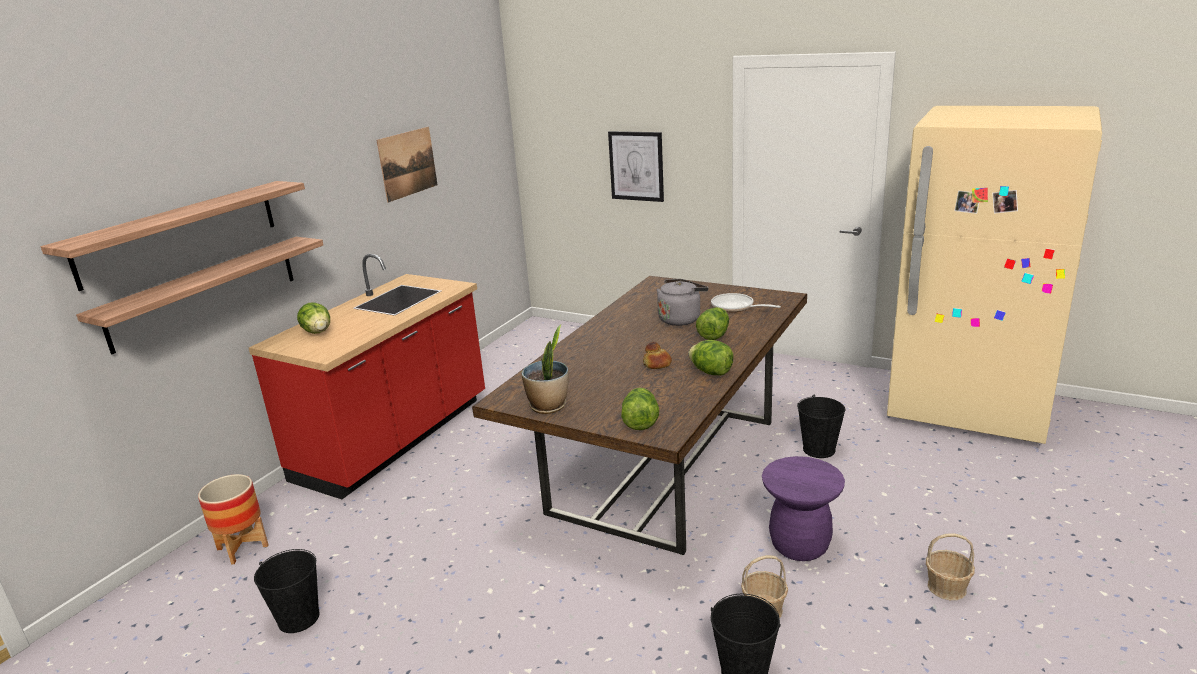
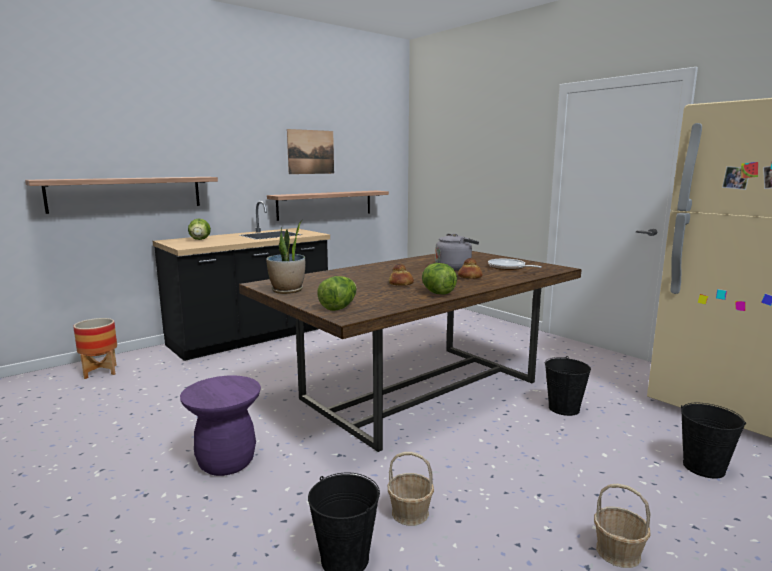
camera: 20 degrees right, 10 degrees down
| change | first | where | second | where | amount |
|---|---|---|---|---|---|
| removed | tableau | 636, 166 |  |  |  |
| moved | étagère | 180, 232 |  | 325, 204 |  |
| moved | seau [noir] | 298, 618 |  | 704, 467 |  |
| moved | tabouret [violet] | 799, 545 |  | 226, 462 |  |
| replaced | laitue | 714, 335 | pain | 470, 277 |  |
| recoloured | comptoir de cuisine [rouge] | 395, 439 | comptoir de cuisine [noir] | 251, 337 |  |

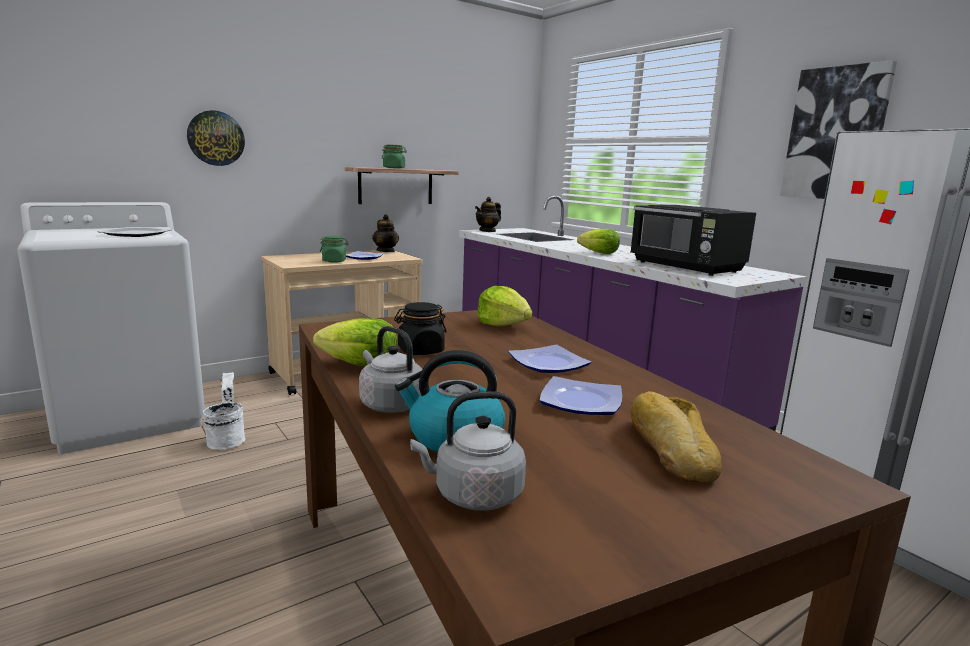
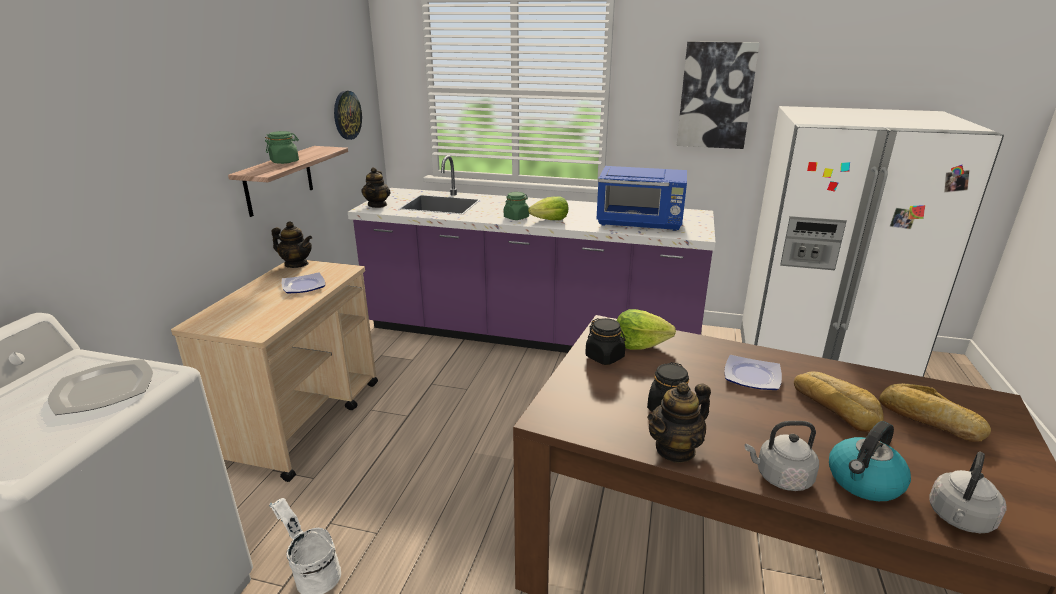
camera: 40 degrees left, 10 degrees up
| change | first | where | second | where | amount |
|---|---|---|---|---|---|
| added |  |  | bocal [noir] | 605, 357 |  |
| moved | horloge murale | 216, 138 |  | 347, 115 |  |
| moved | bocal [vert] | 334, 261 |  | 516, 217 |  |
| replaced | laitue | 360, 365 | théière | 675, 449 |  |
| replaced | assiette | 579, 402 | pain | 835, 406 |  |
| recoloured | micro-ondes [noir] | 686, 267 | micro-ondes [bleu] | 640, 223 |  |

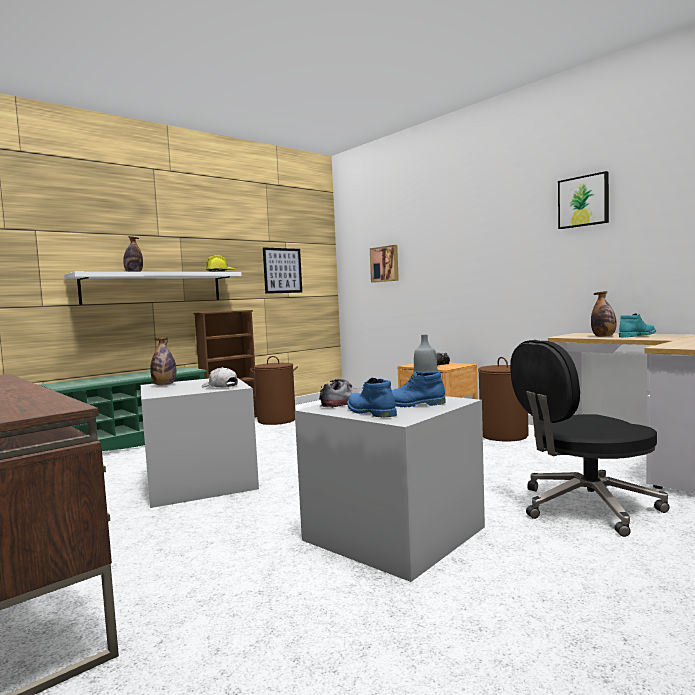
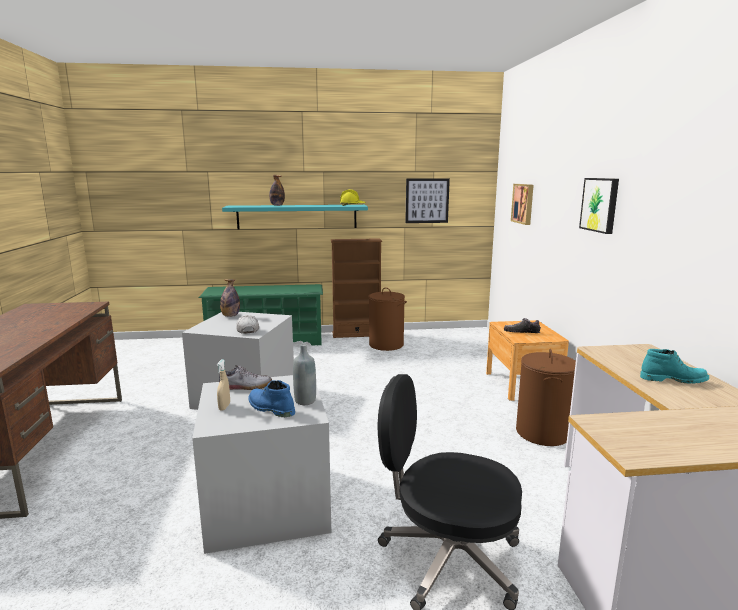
camera: 35 degrees right, 10 degrees up
| change | first | where | second | where | amount |
|---|---|---|---|---|---|
| removed | bouteille | 603, 336 |  |  |  |
| moved | tableau | 583, 201 |  | 600, 204 |  |
| replaced | botte [bleu] | 370, 412 | vaporisateur [beige] | 224, 407 |  |
| recoloured | étagère [blanc] | 154, 288 | étagère [turquoise] | 297, 216 |  |

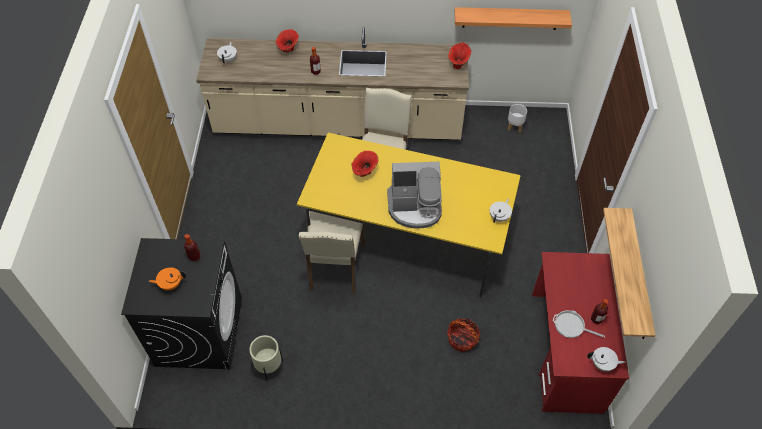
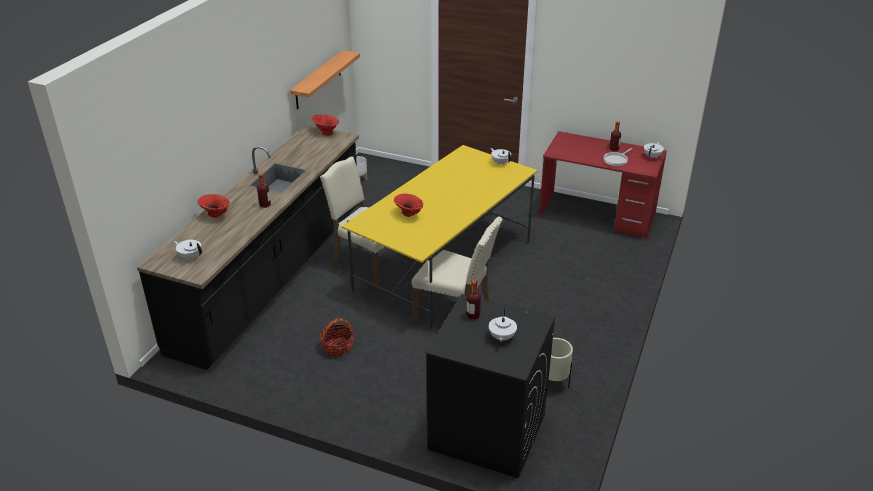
camera: 70 degrees left, 20 degrees down
| change | first | where | second | where | amount |
|---|---|---|---|---|---|
| removed | machine à café | 415, 207 |  |  |  |
| removed | étagère | 638, 276 |  |  |  |
| moved | panier | 462, 339 |  | 337, 347 |  |
| recoloured | théière [orange] | 170, 284 | théière [blanc] | 501, 337 |  |
| recoloured | comptoir de cuisine [beige] | 338, 125 | comptoir de cuisine [noir] | 273, 276 |  |

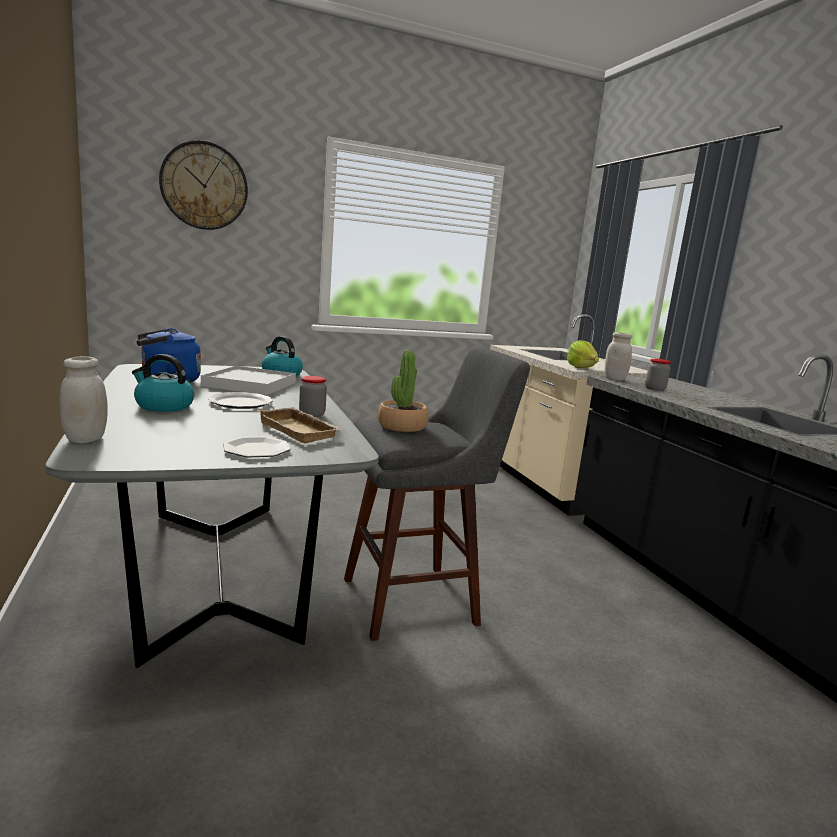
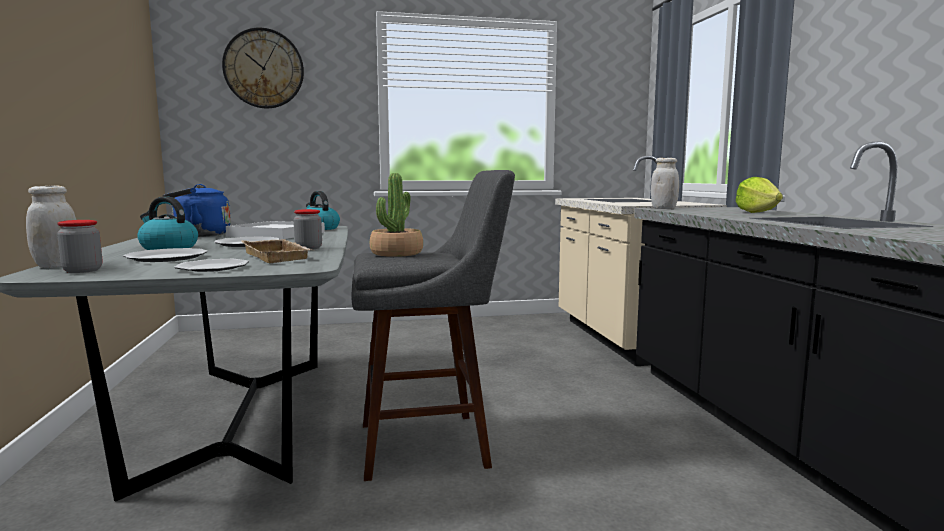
camera: 10 degrees right, 5 degrees down
| change | first | where | second | where | amount |
|---|---|---|---|---|---|
| added |  |  | assiette | 166, 258 |  |
| moved | laitue | 581, 368 |  | 757, 212 |  |
| moved | bocal | 655, 389 |  | 82, 270 |  |

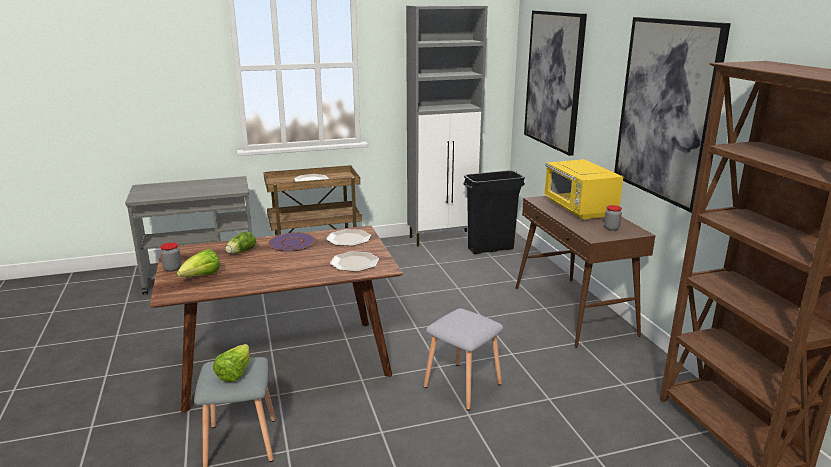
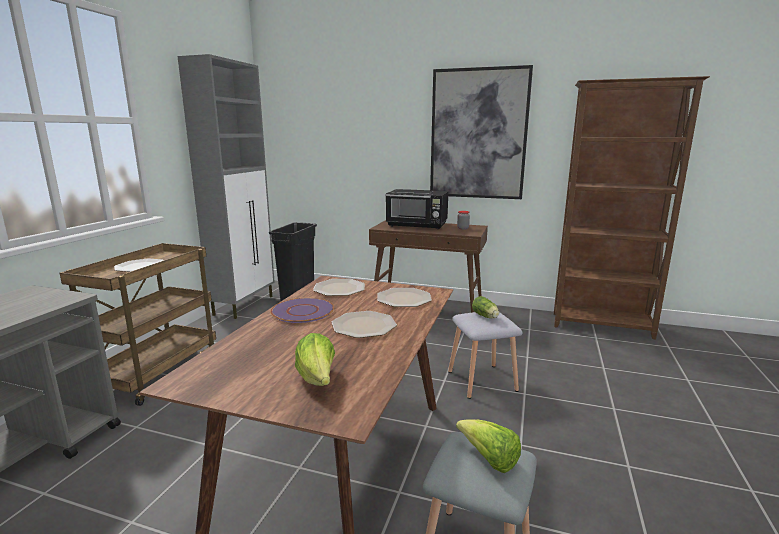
camera: 55 degrees left, 5 degrees down
| change | first | where | second | where | amount |
|---|---|---|---|---|---|
| removed | bocal | 172, 268 |  |  |  |
| removed | tableau | 554, 80 |  |  |  |
| added |  |  | assiette | 363, 325 |  |
| moved | laitue | 240, 252 |  | 486, 316 |  |
| recoloured | micro-ondes [jaune] | 579, 209 | micro-ondes [noir] | 417, 225 |  |

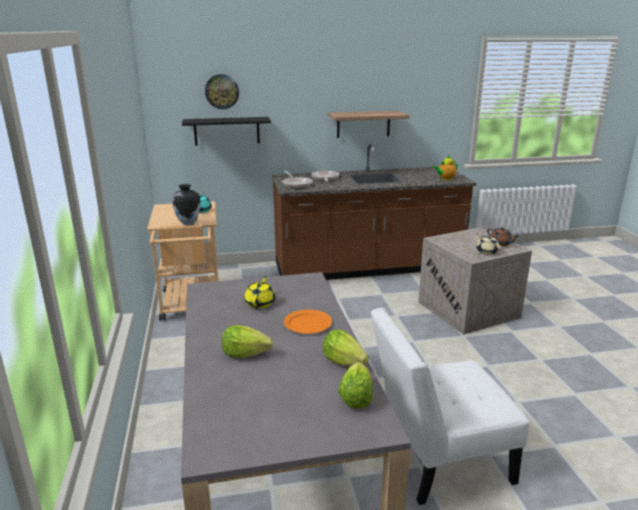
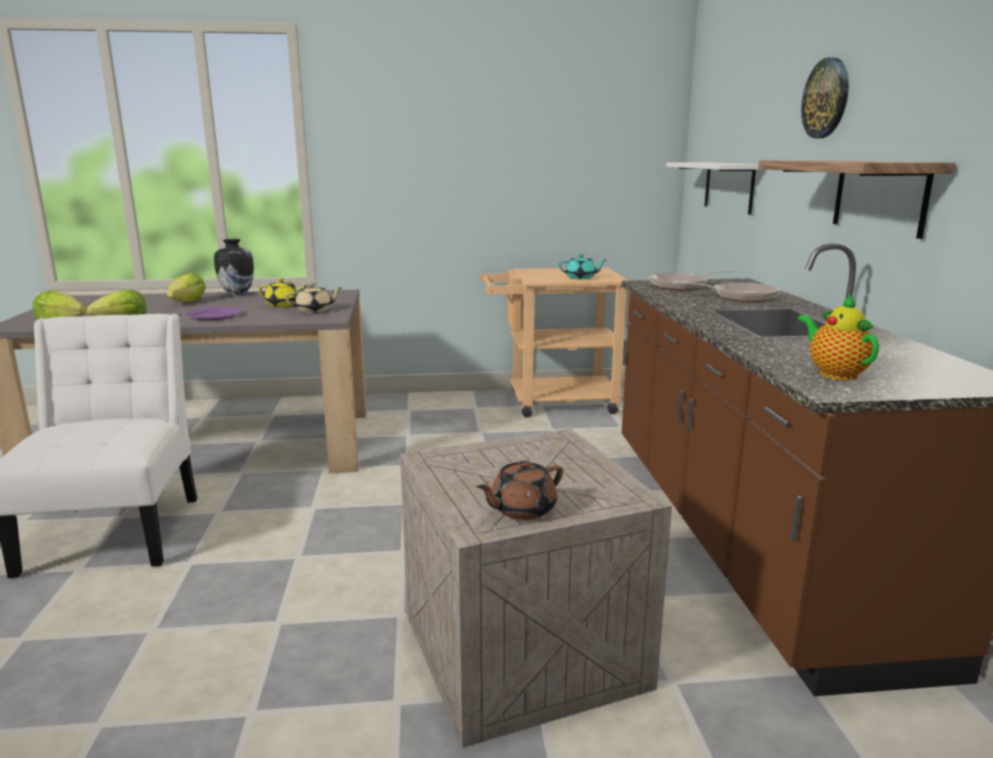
camera: 95 degrees right, 5 degrees down
| change | first | where | second | where | amount |
|---|---|---|---|---|---|
| moved | vase | 188, 223 |  | 237, 294 |  |
| moved | horloge murale | 222, 91 |  | 826, 98 |  |
| moved | théière [beige] | 487, 251 |  | 314, 311 |  |
| recoloured | étagère [noir] | 227, 131 | étagère [blanc] | 729, 186 |  |
| recoloured | assiette [orange] | 308, 324 | assiette [violet] | 215, 316 |  |

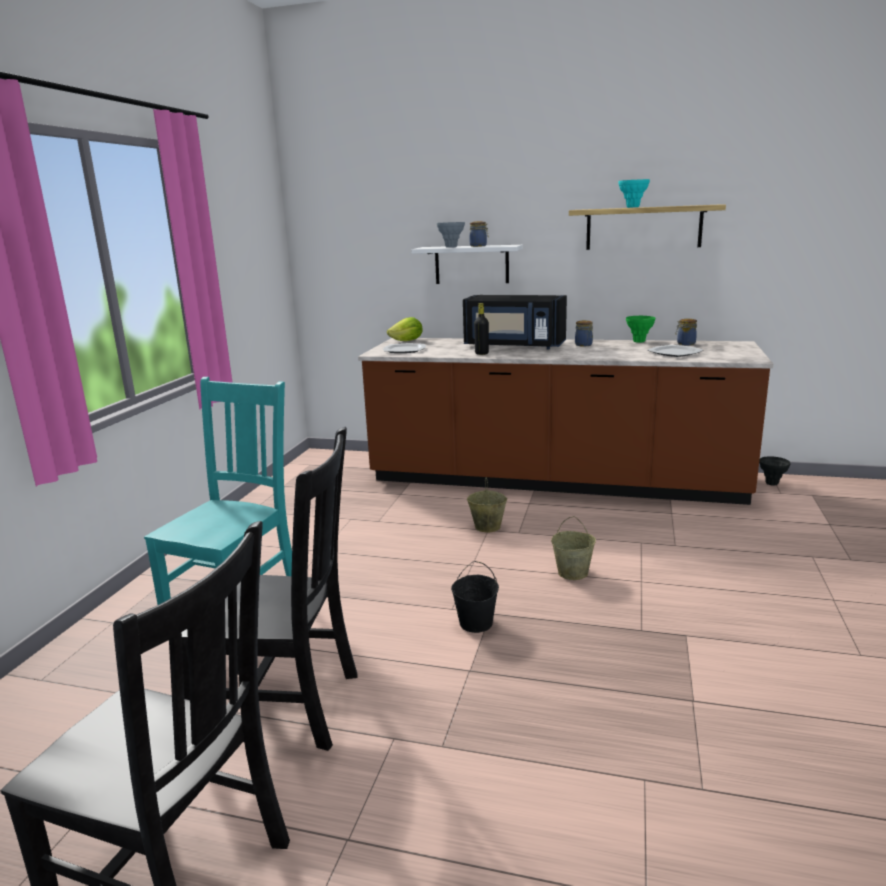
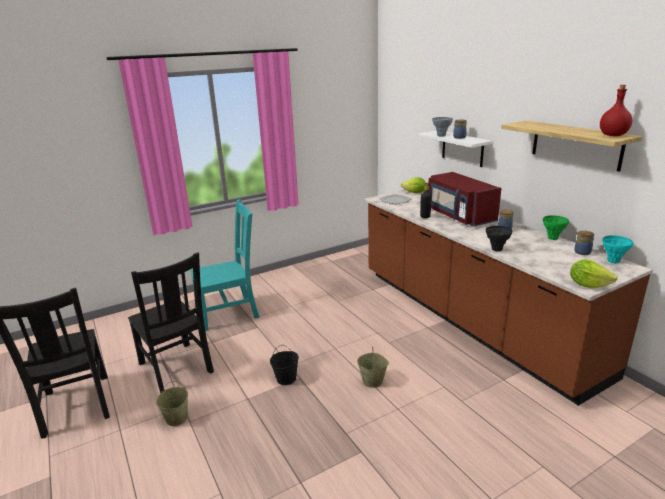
camera: 45 degrees right, 5 degrees up
| change | first | where | second | where | amount |
|---|---|---|---|---|---|
| removed | assiette | 674, 353 |  |  |  |
| added |  |  | laitue | 588, 285 |  |
| added |  |  | bouteille [rouge] | 612, 135 |  |
| moved | seau [beige] | 487, 527 |  | 176, 418 |  |
| moved | vase [turquoise] | 632, 207 |  | 613, 261 |  |
| moved | vase [noir] | 772, 483 |  | 496, 249 |  |
| recoloured | micro-ondes [noir] | 514, 346 | micro-ondes [rouge] | 459, 216 |  |

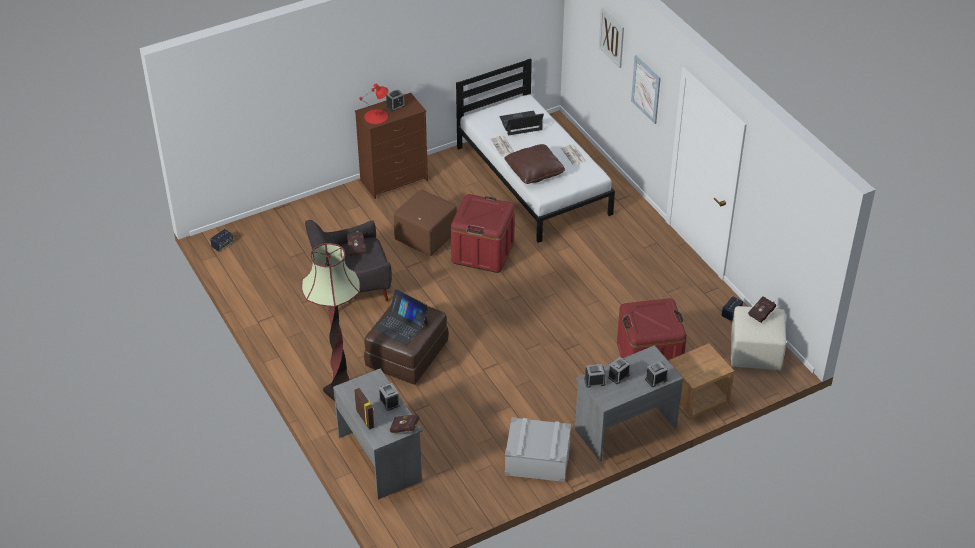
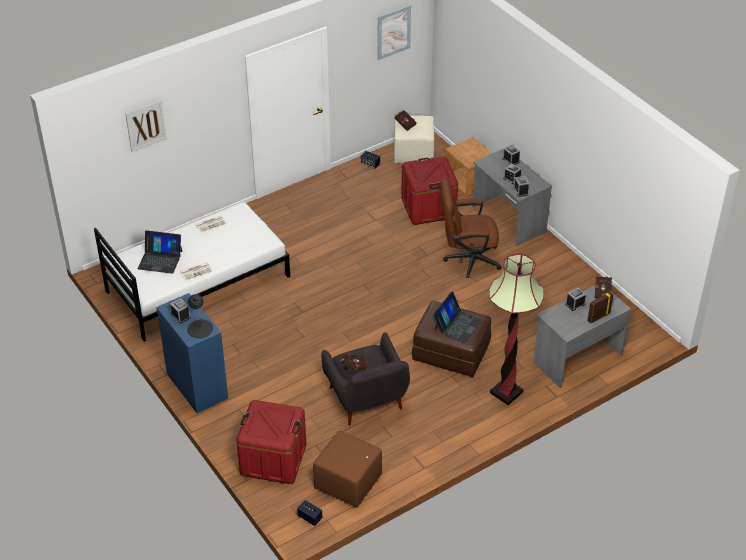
camera: 95 degrees left, 0 degrees up
| change | first | where | second | where | amount |
|---|---|---|---|---|---|
| removed | coussin [marron] | 534, 171 |  |  |  |
| removed | boîte de rangement [gris] | 537, 460 |  |  |  |
| added |  |  | chaise de bureau [marron] | 467, 259 |  |
| moved | pouf [marron] | 426, 238 |  | 349, 482 |  |
| moved | boîte de rangement [rouge] | 482, 252 |  | 273, 459 |  |
| moved | tableau | 646, 89 |  | 393, 32 |  |
| recoloured | commode [marron] | 394, 180 | commode [bleu] | 196, 385 |  |
| recoloured | lampe de table [rouge] | 376, 117 | lampe de table [noir] | 200, 328 |  |
| turned | ordinateur portable | 521, 123 |  | 160, 259 | 60 degrees counterclockwise |

